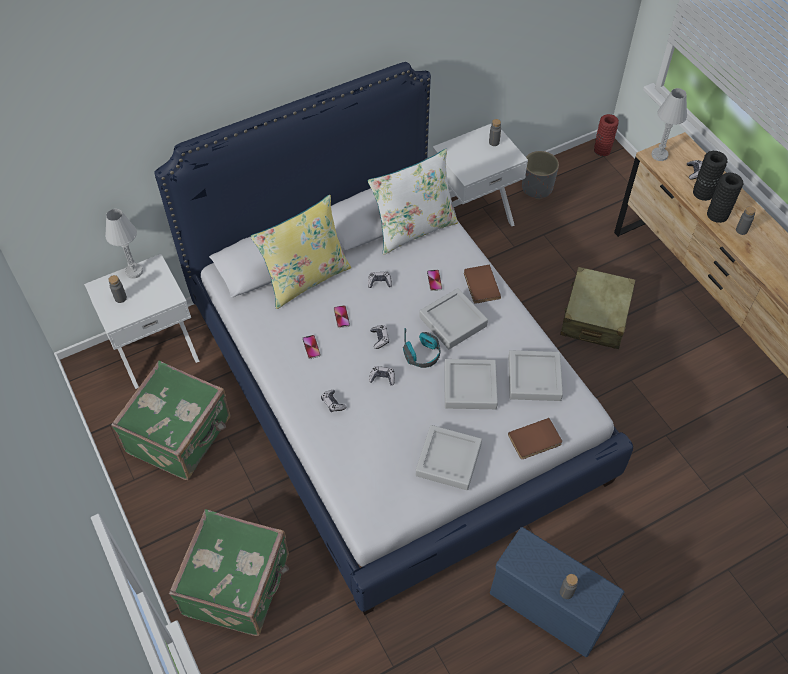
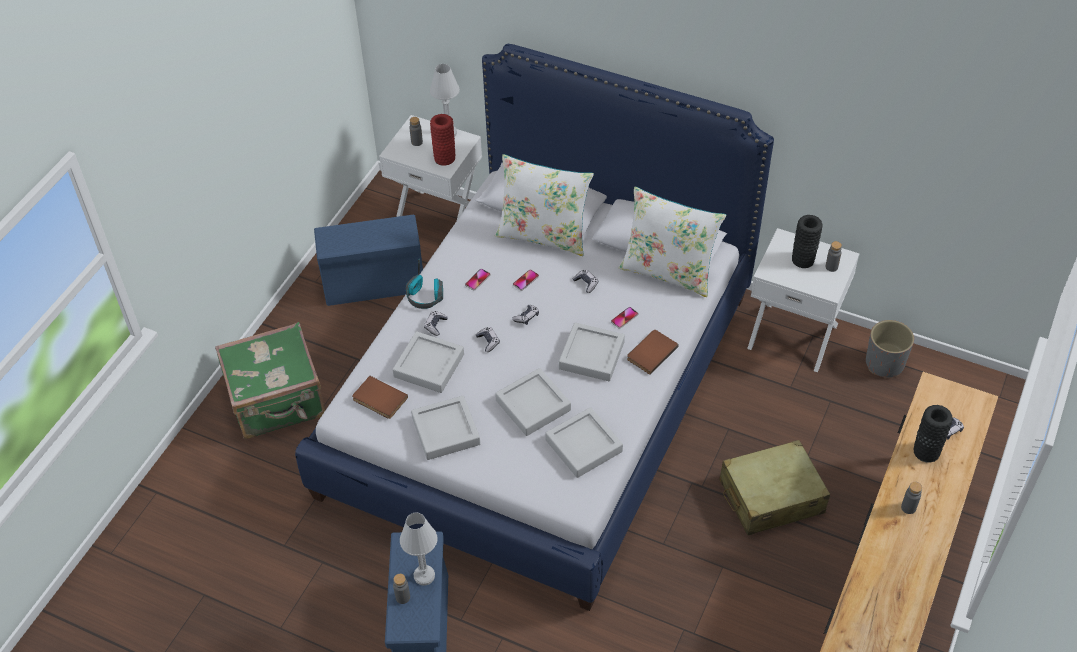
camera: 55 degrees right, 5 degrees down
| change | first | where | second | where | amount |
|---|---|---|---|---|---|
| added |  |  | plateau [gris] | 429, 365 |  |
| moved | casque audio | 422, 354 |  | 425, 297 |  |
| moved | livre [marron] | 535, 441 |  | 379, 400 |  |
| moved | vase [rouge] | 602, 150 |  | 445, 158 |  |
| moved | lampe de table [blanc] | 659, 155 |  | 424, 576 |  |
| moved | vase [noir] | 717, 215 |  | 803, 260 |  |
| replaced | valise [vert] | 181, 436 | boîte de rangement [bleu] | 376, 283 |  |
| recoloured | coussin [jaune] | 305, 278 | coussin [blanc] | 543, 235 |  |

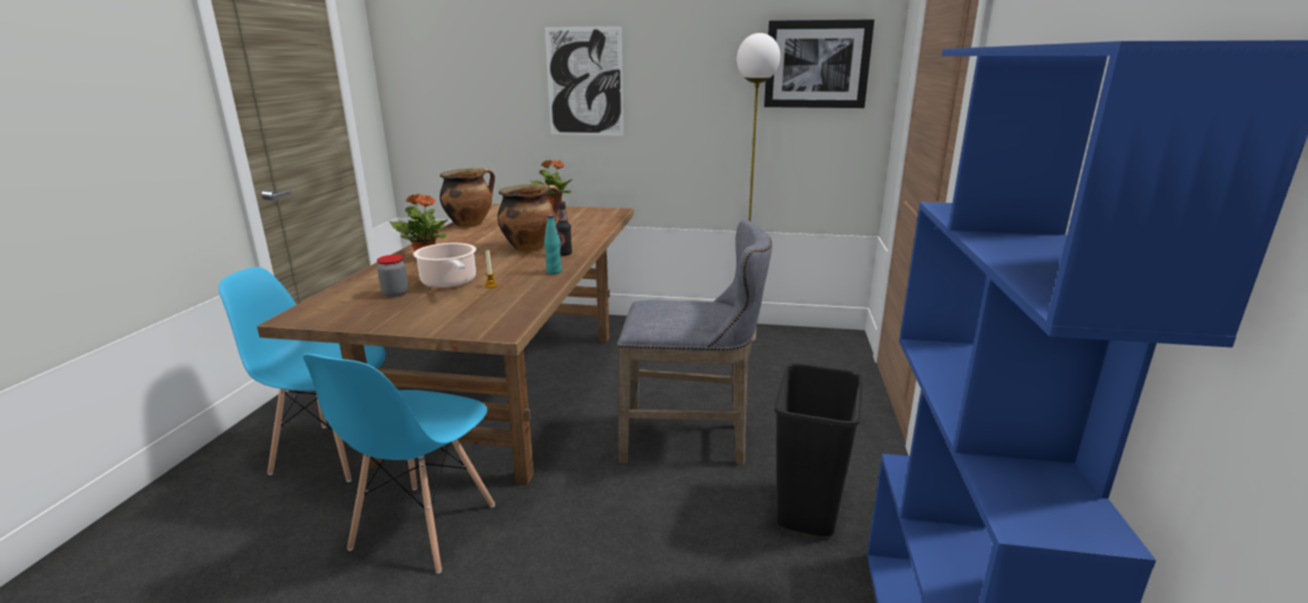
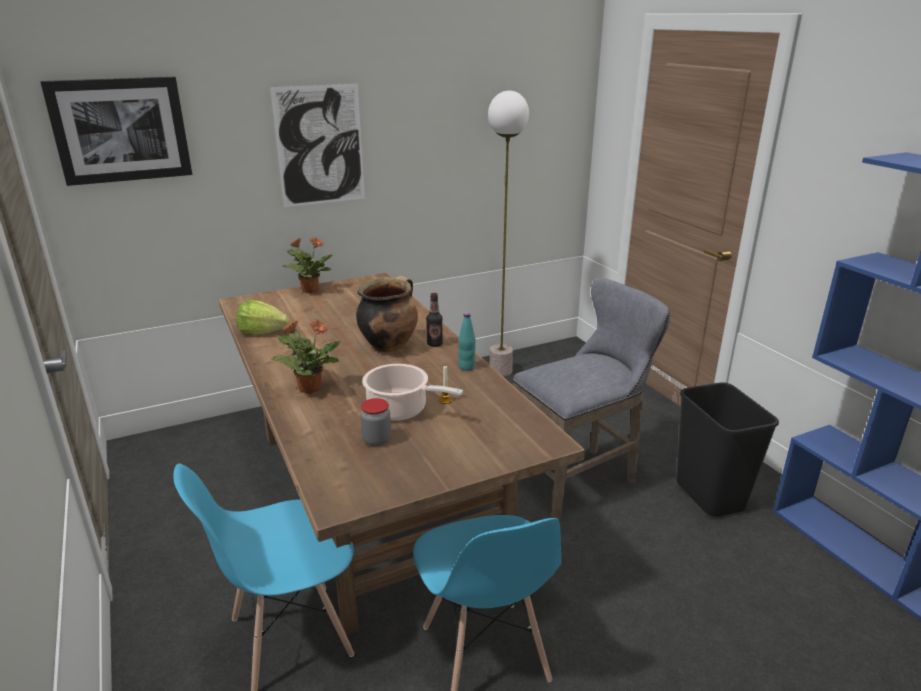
camera: 35 degrees left, 5 degrees up
| change | first | where | second | where | amount |
|---|---|---|---|---|---|
| moved | tableau | 816, 64 |  | 121, 130 |  |
| replaced | marmite | 470, 224 | laitue | 262, 332 |  |

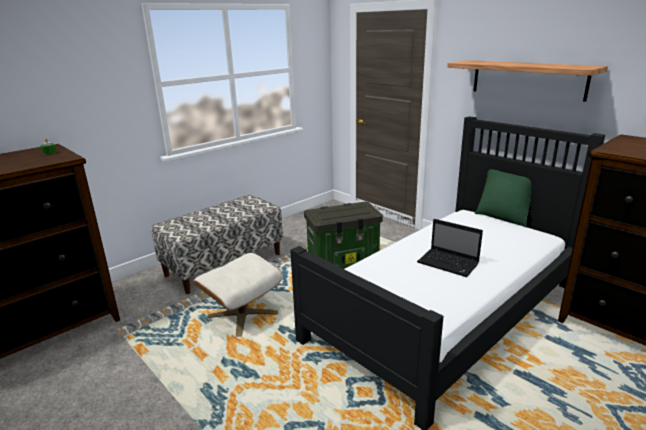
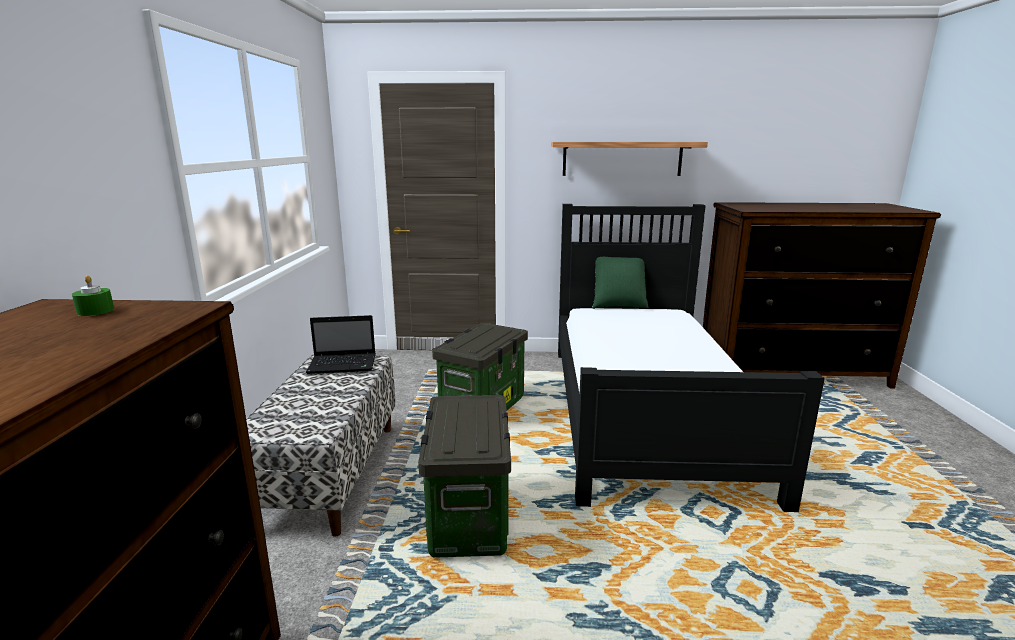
camera: 45 degrees left, 5 degrees down
| change | first | where | second | where | amount |
|---|---|---|---|---|---|
| moved | ordinateur portable | 449, 263 |  | 344, 365 |  |
| replaced | pouf [beige] | 242, 315 | boîte de rangement | 467, 516 |  |

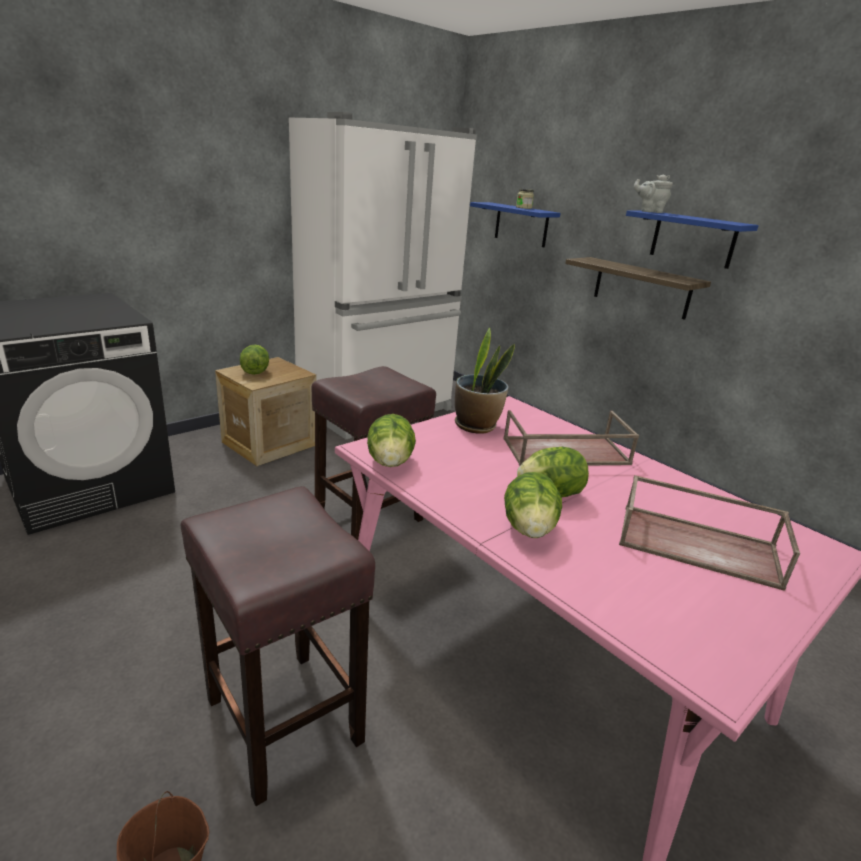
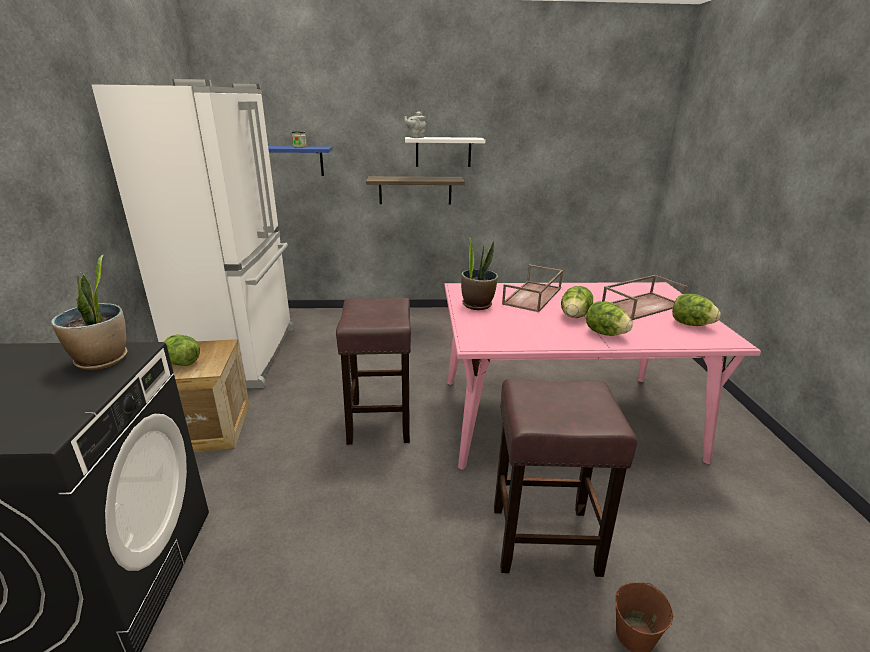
camera: 50 degrees left, 0 degrees up
| change | first | where | second | where | amount |
|---|---|---|---|---|---|
| added |  |  | plante en pot | 103, 360 |  |
| moved | laitue | 390, 462 |  | 690, 324 |  |
| recoloured | étagère [bleu] | 693, 239 | étagère [blanc] | 443, 152 |  |

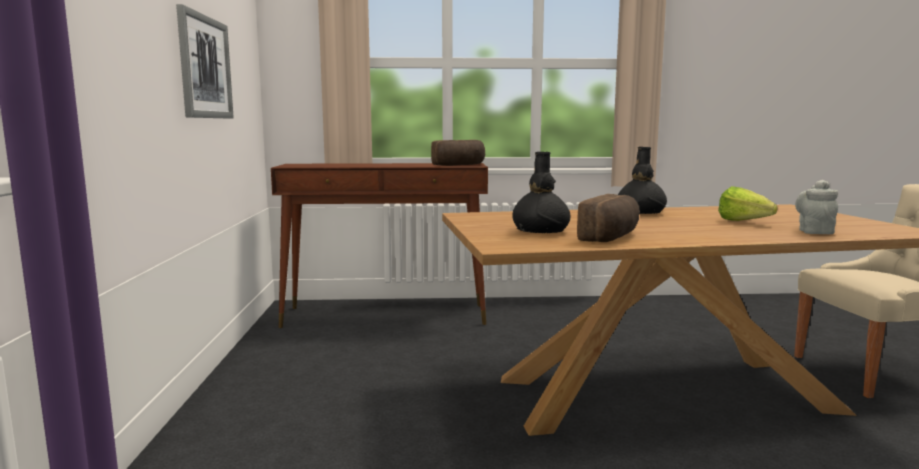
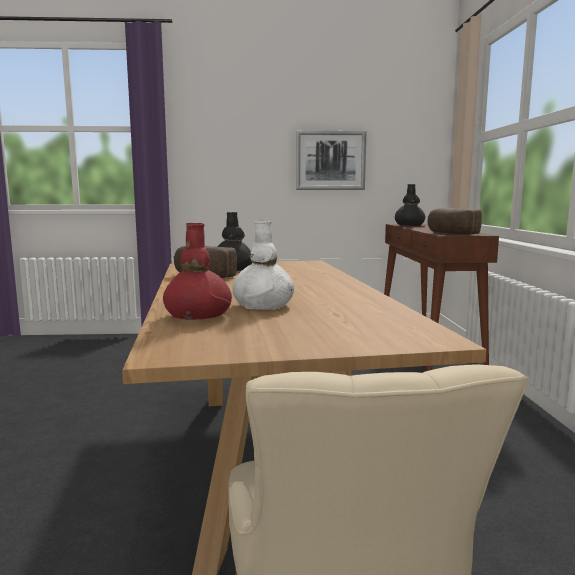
camera: 90 degrees right, 0 degrees up
| change | first | where | second | where | amount |
|---|---|---|---|---|---|
| moved | vase [noir] | 640, 213 |  | 409, 225 |  |
| replaced | laitue | 747, 222 | vase [blanc] | 264, 305 |  |
| replaced | théière [gris] | 814, 231 | vase [rouge] | 197, 316 |  |

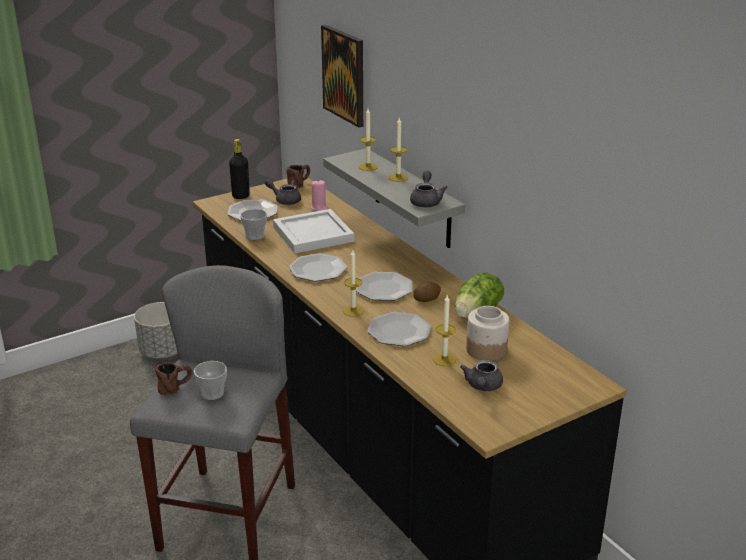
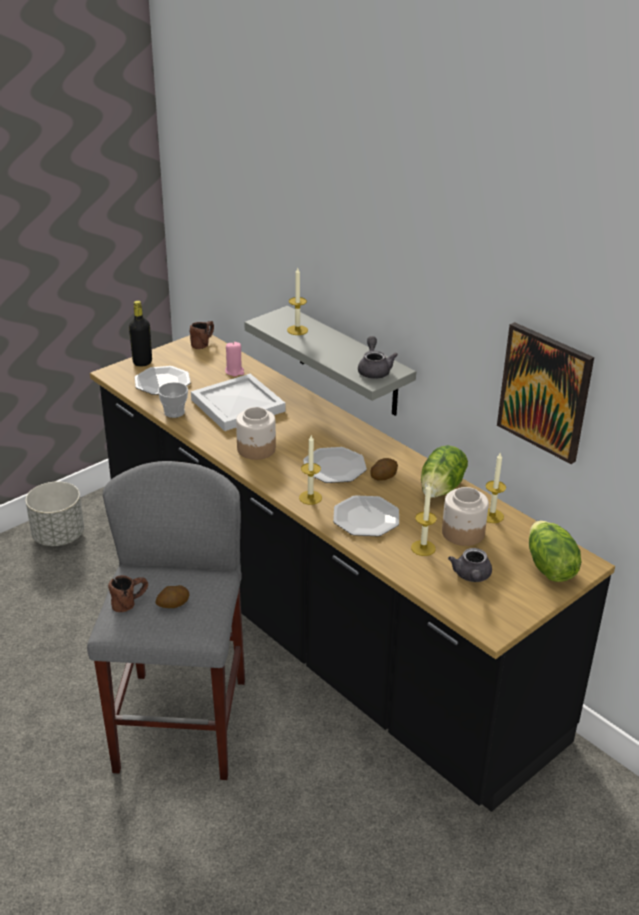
camera: 10 degrees left, 5 degrees up
| change | first | where | second | where | amount |
|---|---|---|---|---|---|
| removed | théière [gris] | 285, 200 |  |  |  |
| added |  |  | laitue | 549, 567 |  |
| moved | tableau | 344, 75 |  | 545, 392 |  |
| moved | bougie | 398, 177 |  | 492, 516 |  |
| replaced | tasse | 212, 393 | pomme de terre | 173, 605 |  |
| replaced | assiette | 318, 269 | bocal | 256, 449 |  |

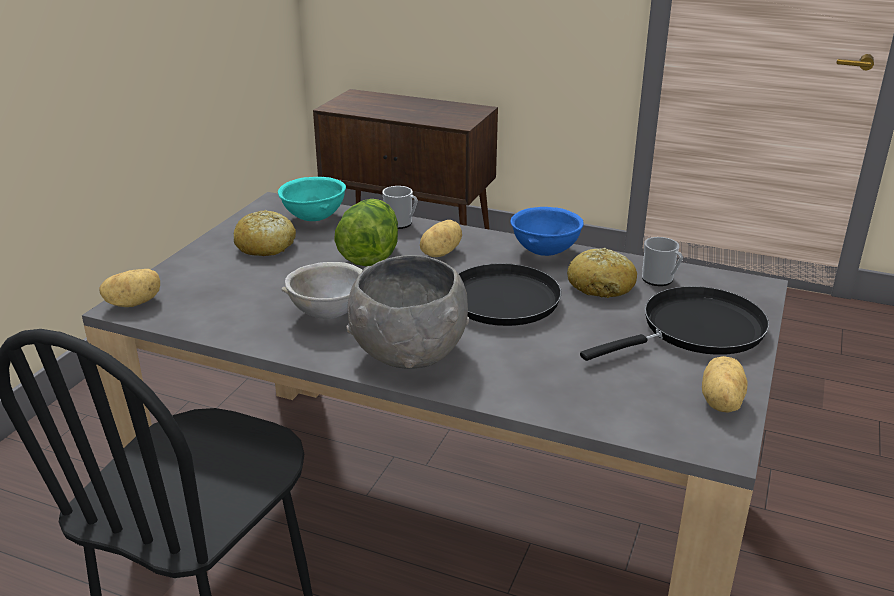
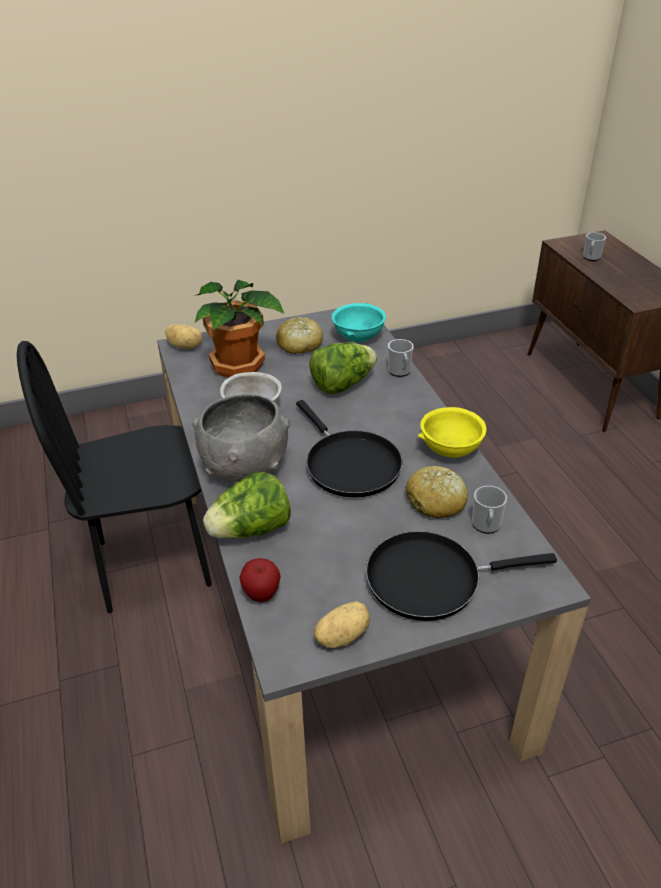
camera: 50 degrees right, 10 degrees up
| change | first | where | second | where | amount |
|---|---|---|---|---|---|
| removed | pomme de terre | 439, 253 |  |  |  |
| added |  |  | plante en pot | 239, 366 |  |
| added |  |  | laitue | 251, 530 |  |
| added |  |  | pomme | 261, 594 |  |
| added |  |  | mug | 591, 258 |  |
| recoloured | bol [bleu] | 544, 252 | bol [jaune] | 449, 450 |  |
| turned | poêle [noir] | 695, 330 |  | 431, 579 | 150 degrees clockwise |

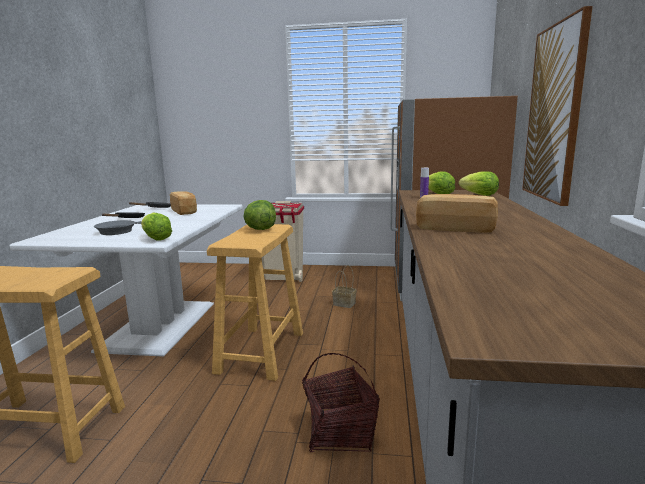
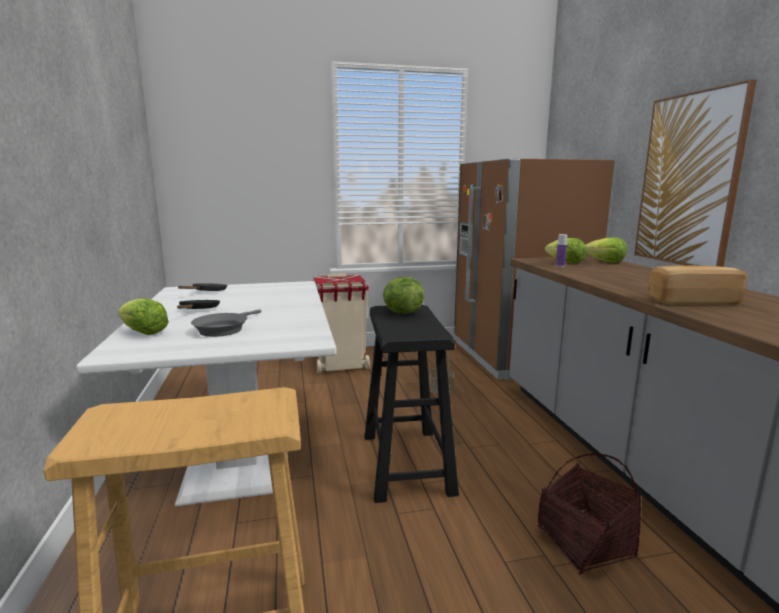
camera: 20 degrees left, 0 degrees up
| change | first | where | second | where | amount |
|---|---|---|---|---|---|
| removed | pain | 184, 211 |  |  |  |
| moved | laitue | 156, 239 |  | 144, 333 |  |
| recoloured | tabouret [beige] | 261, 352 | tabouret [noir] | 406, 463 |  |

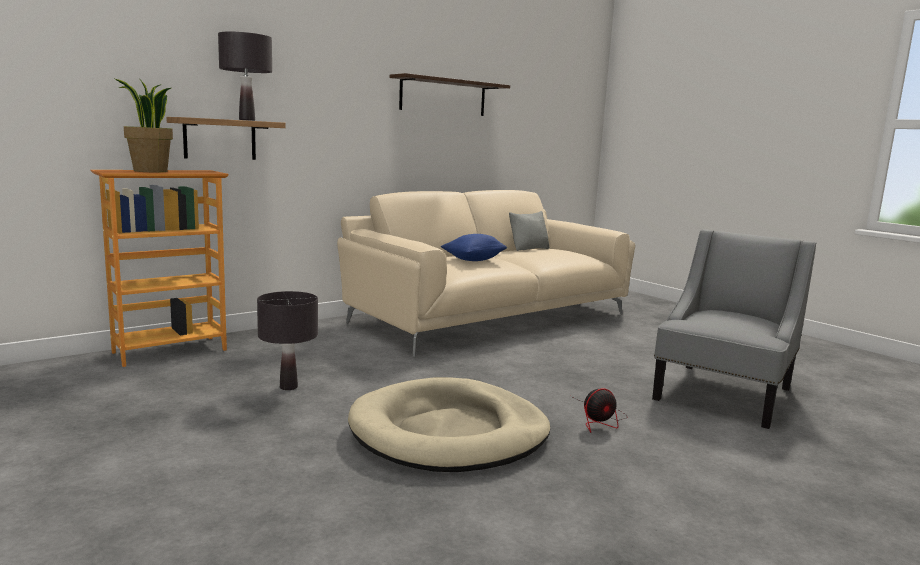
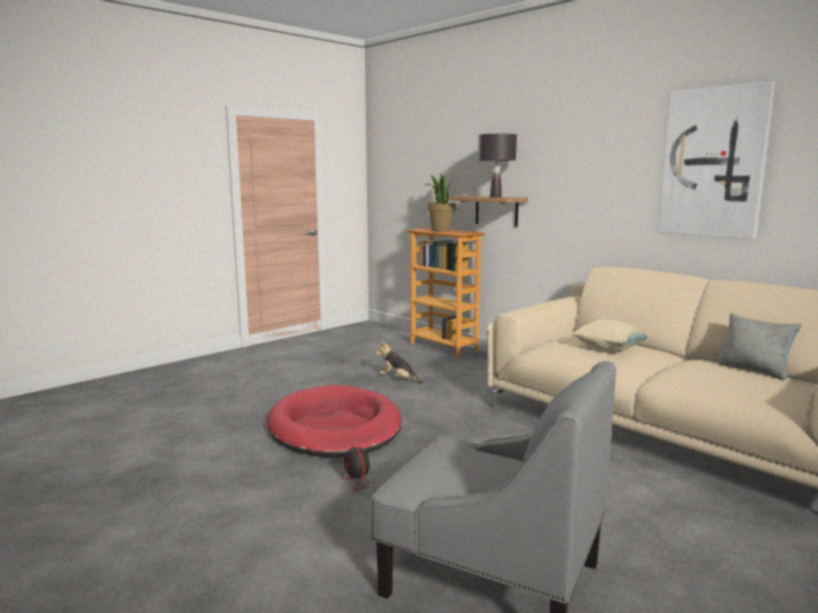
camera: 85 degrees right, 0 degrees up
| change | first | where | second | where | amount |
|---|---|---|---|---|---|
| replaced | lampe de table [noir] | 288, 387 | peluche | 398, 380 |  |
| replaced | étagère | 443, 96 | tableau | 713, 162 |  |
| recoloured | panier pour chien [beige] | 449, 432 | panier pour chien [rouge] | 335, 428 |  |
| recoloured | coussin [bleu] | 473, 260 | coussin [beige] | 609, 349 |  |

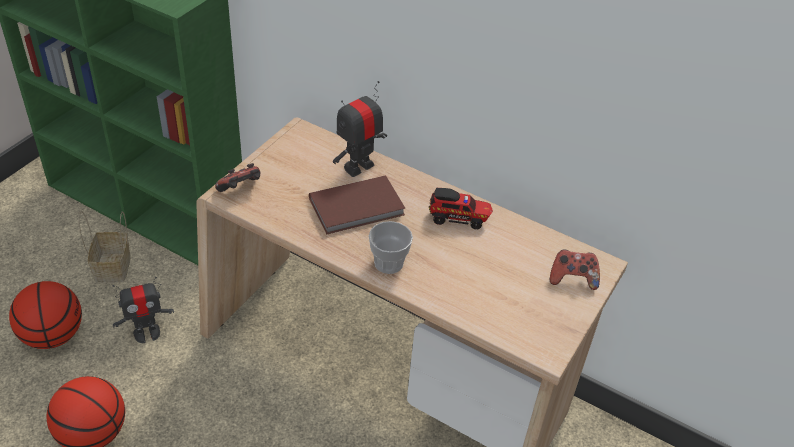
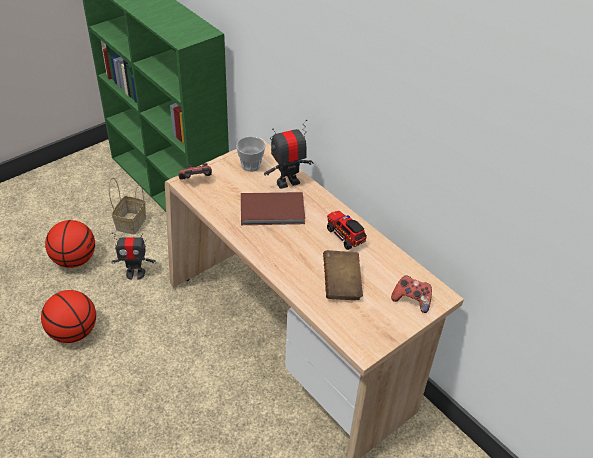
camera: 20 degrees right, 0 degrees up
| change | first | where | second | where | amount |
|---|---|---|---|---|---|
| added |  |  | livre [marron] | 341, 284 |  |
| moved | tasse | 388, 263 |  | 251, 165 |  |
| turned | camion jouet | 459, 218 |  | 345, 235 | 150 degrees counterclockwise |

